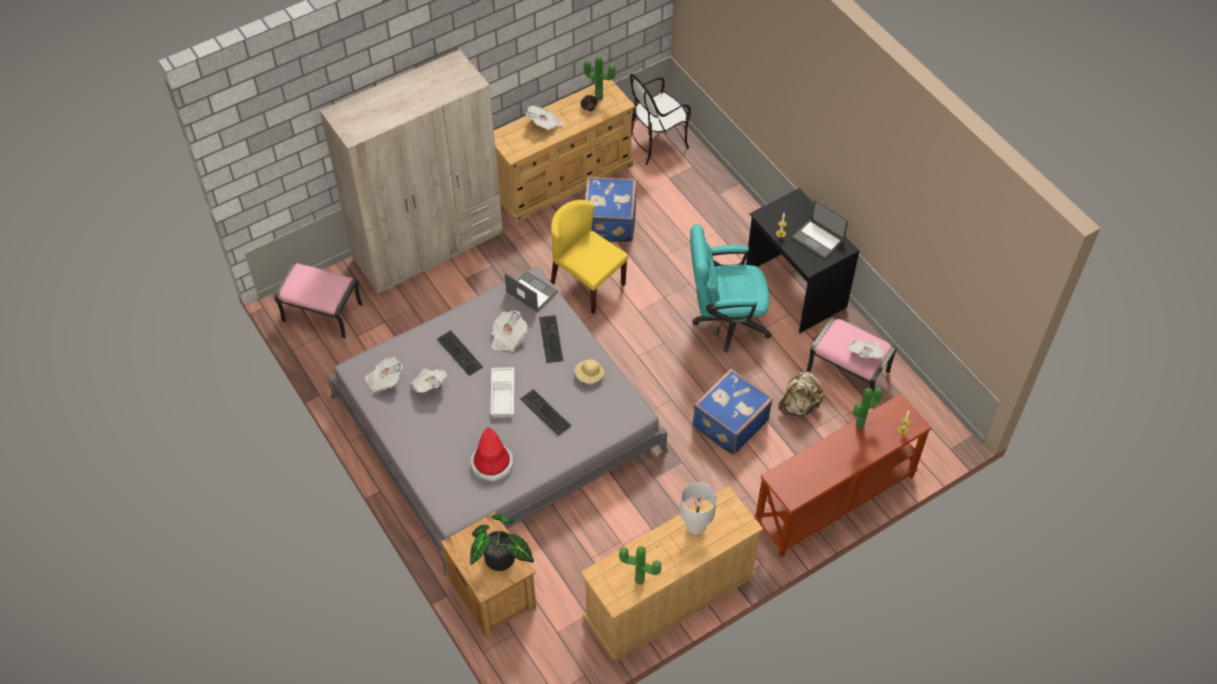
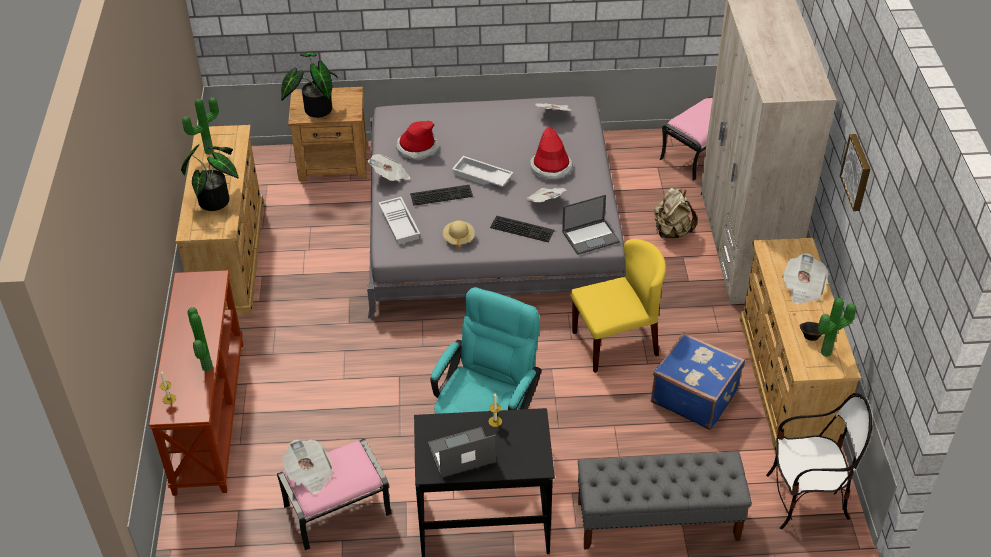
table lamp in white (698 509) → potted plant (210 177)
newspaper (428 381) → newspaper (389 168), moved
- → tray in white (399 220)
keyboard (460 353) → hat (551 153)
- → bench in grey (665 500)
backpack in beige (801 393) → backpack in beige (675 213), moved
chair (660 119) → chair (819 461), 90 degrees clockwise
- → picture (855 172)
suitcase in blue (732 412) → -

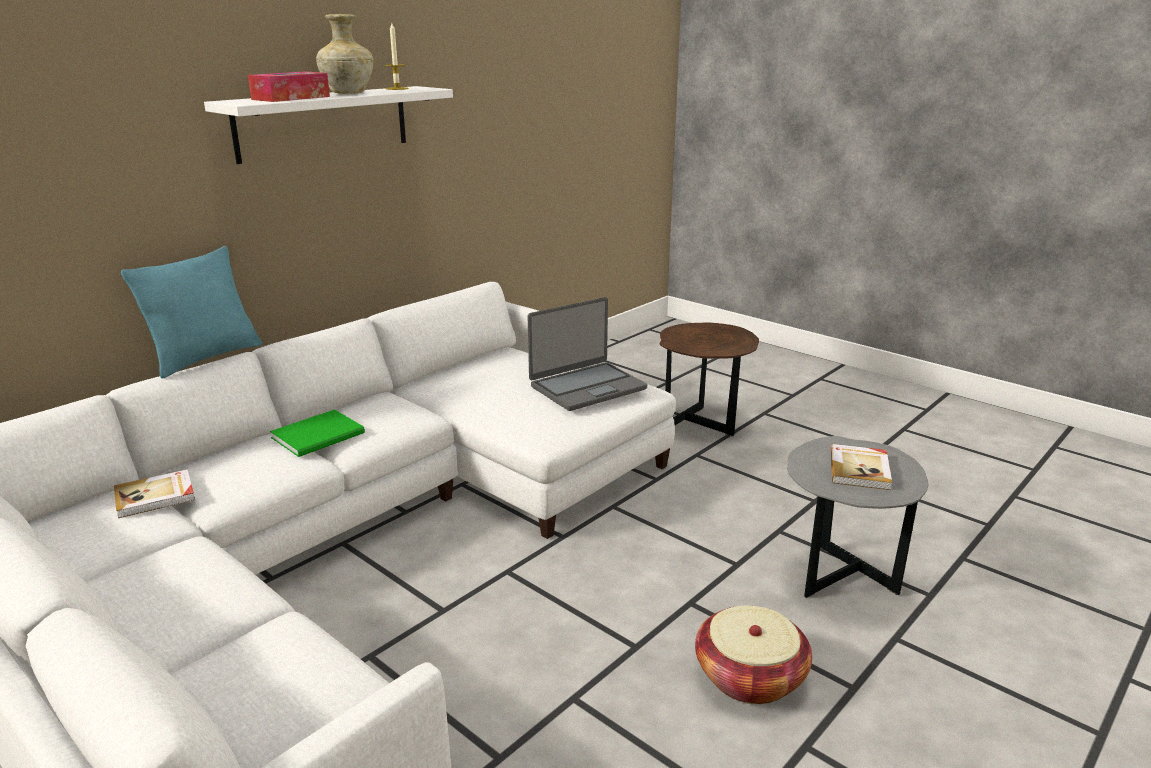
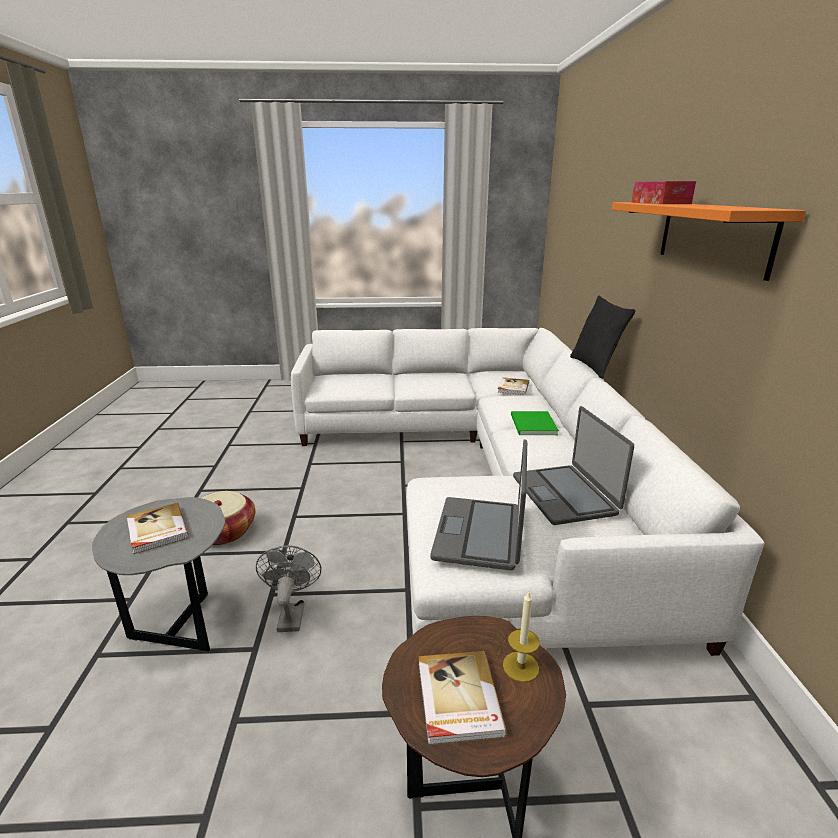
- → fan in grey (288 588)
- → book (462 698)
candle (397 56) → candle (521 637), moved
- → laptop (573 465)
pillow in turquoise (191 312) → pillow in black (603 337)
shelf in white (328 125) → shelf in orange (709 241)
vase in beige (344 54) → -

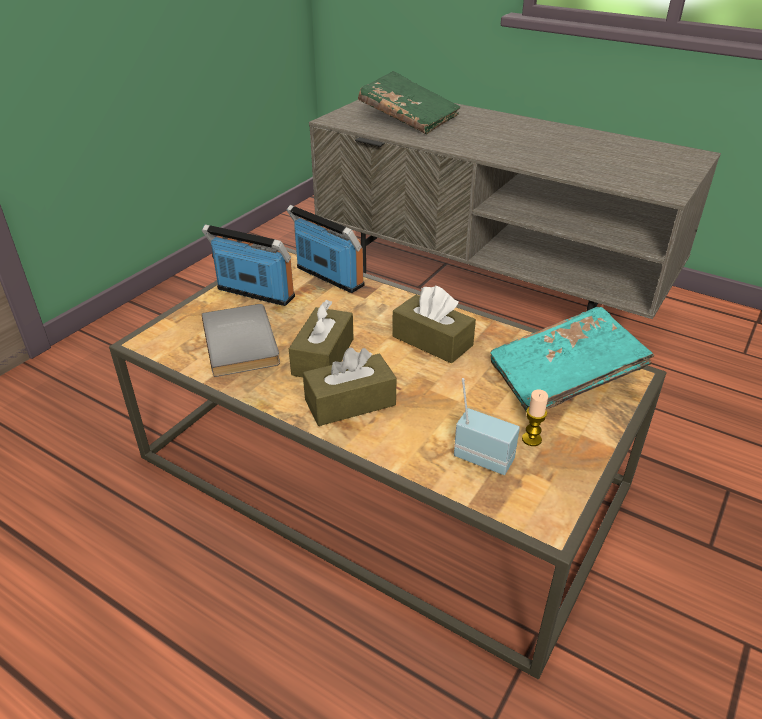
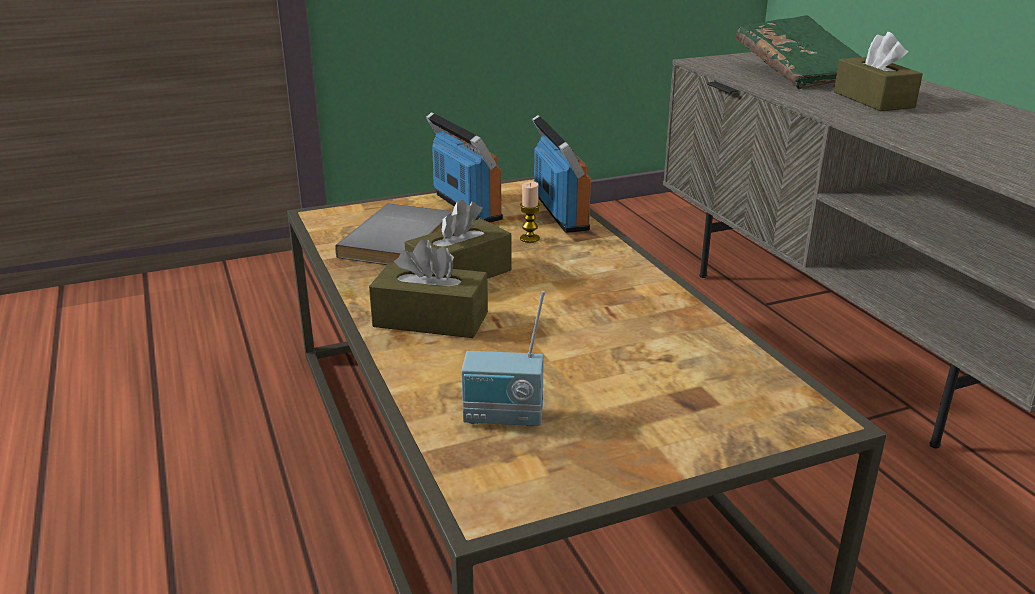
radio (487 426) → radio (503 358), 120 degrees clockwise
candle (535 417) → candle (530 212), moved
tissue box in brown (434 325) → tissue box in brown (878 71), moved
book in turquoise (572 359) → -

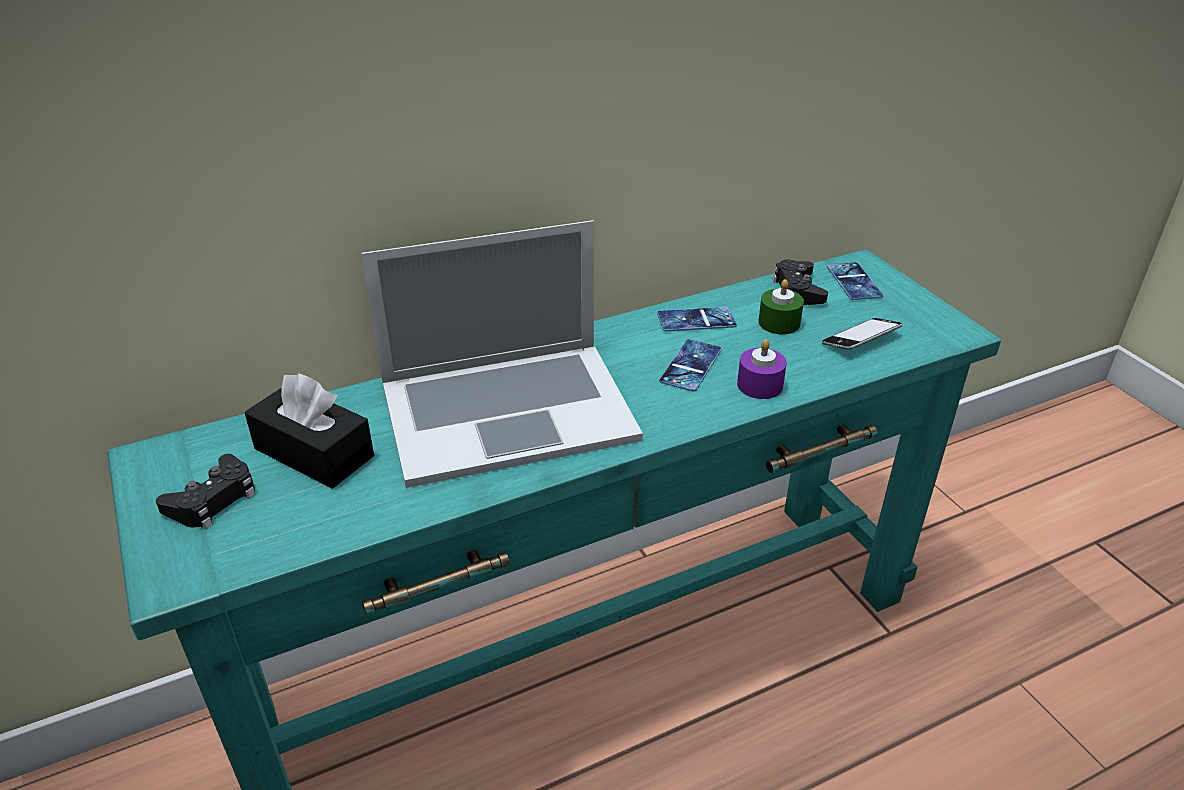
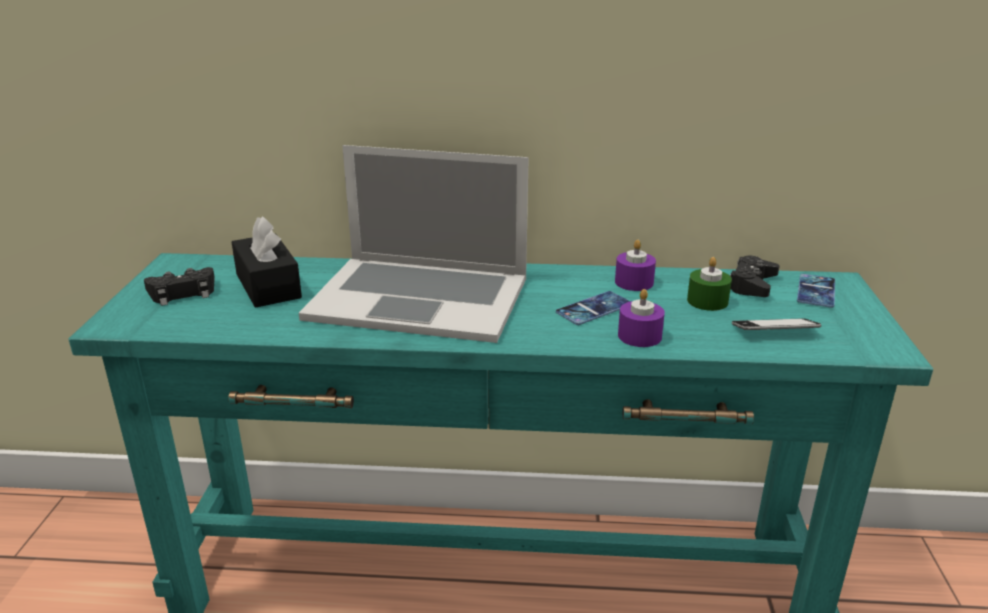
phone (697 319) → candle in purple (635 265)

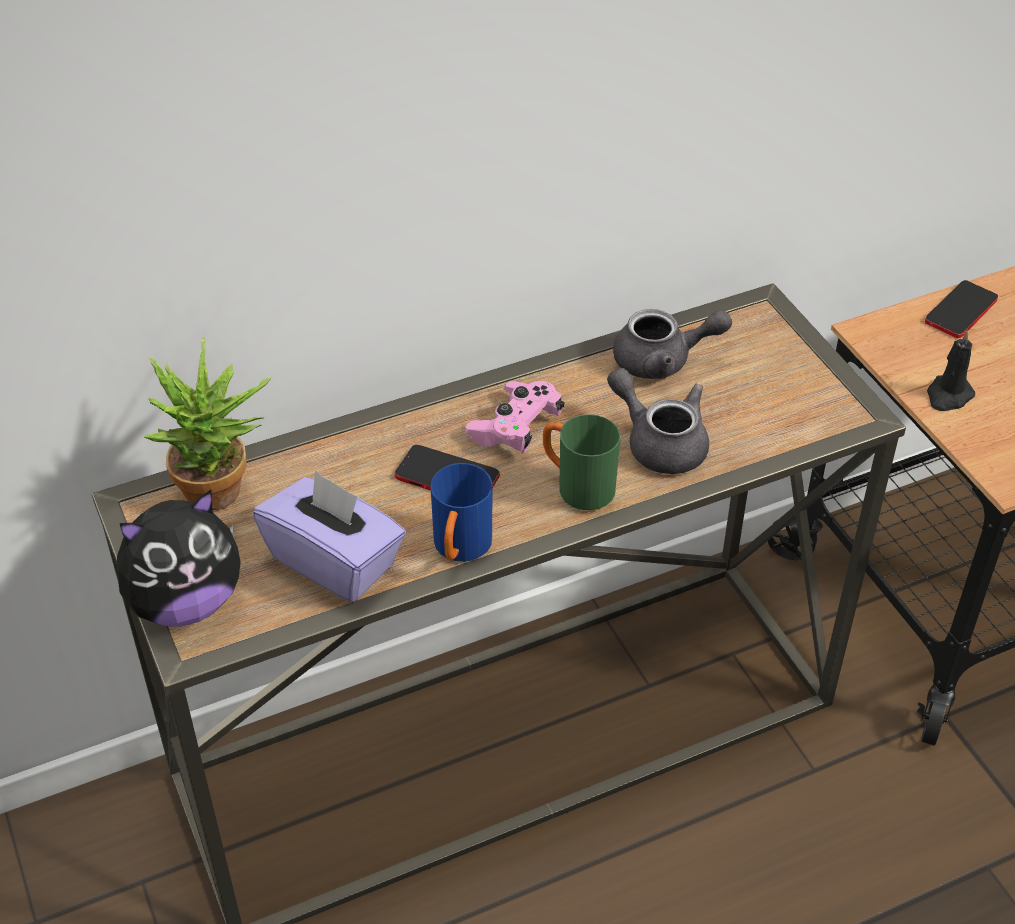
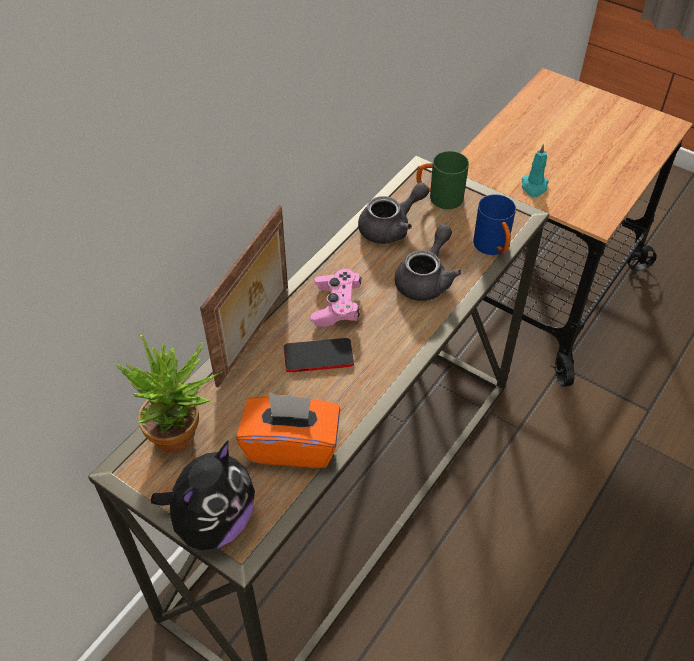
- → picture frame (244 296)
tissue box in purple (329 536) → tissue box in orange (288 430)
teapot in grey (658 421) → teapot in grey (428 262), 105 degrees clockwise
mug in green (582 462) → mug in green (442 180), moved
mug in blue (462 512) → mug in blue (494 224), moved
candle in black (951 370) → candle in turquoise (535 170)
phone (961 309) → -

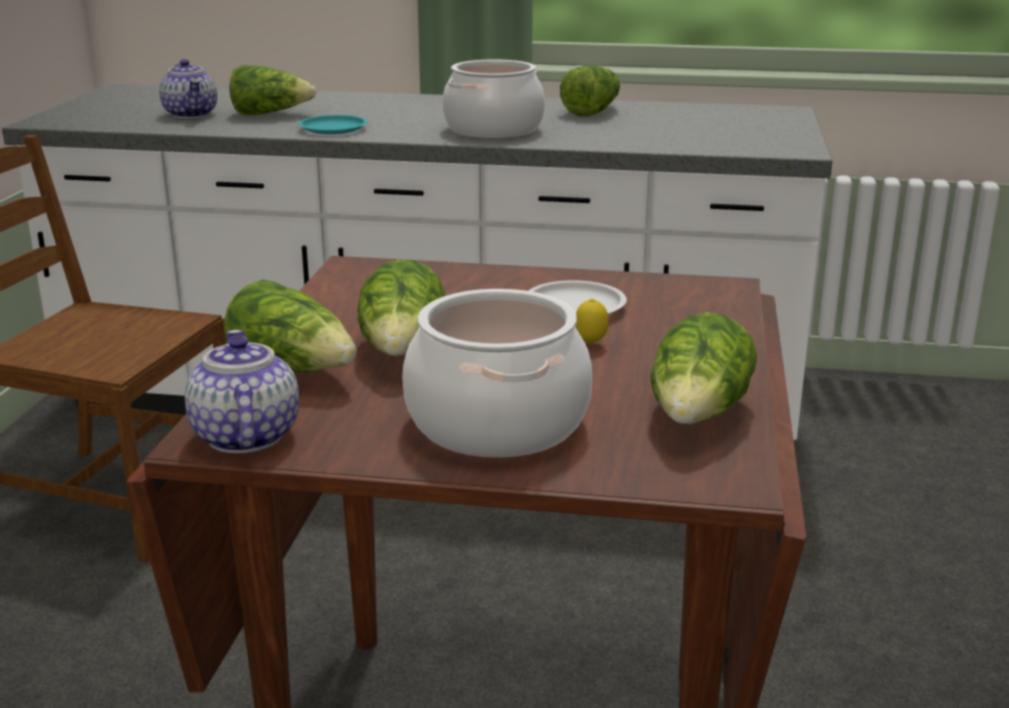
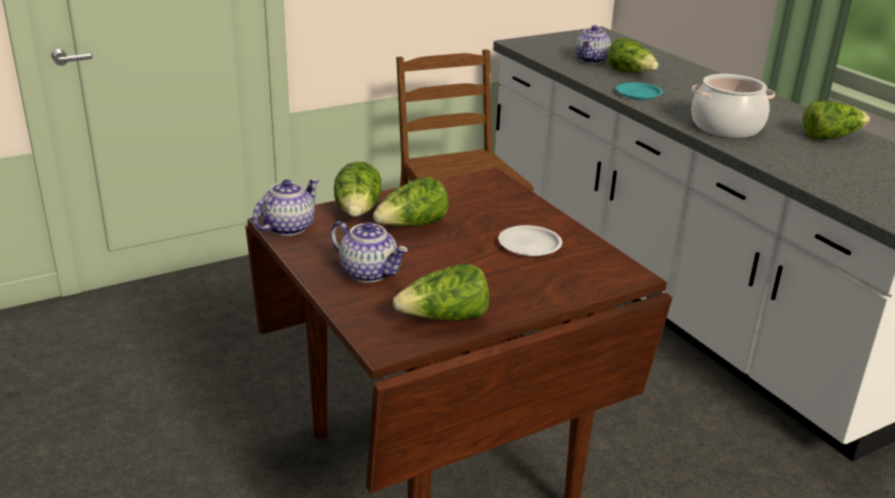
cooking pot (497 373) → teapot (369 252)
lemon (592 322) → -

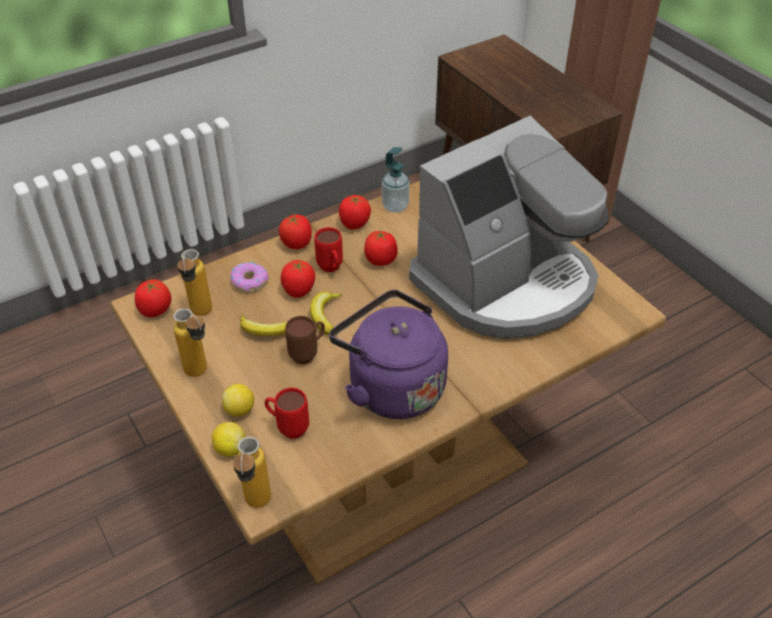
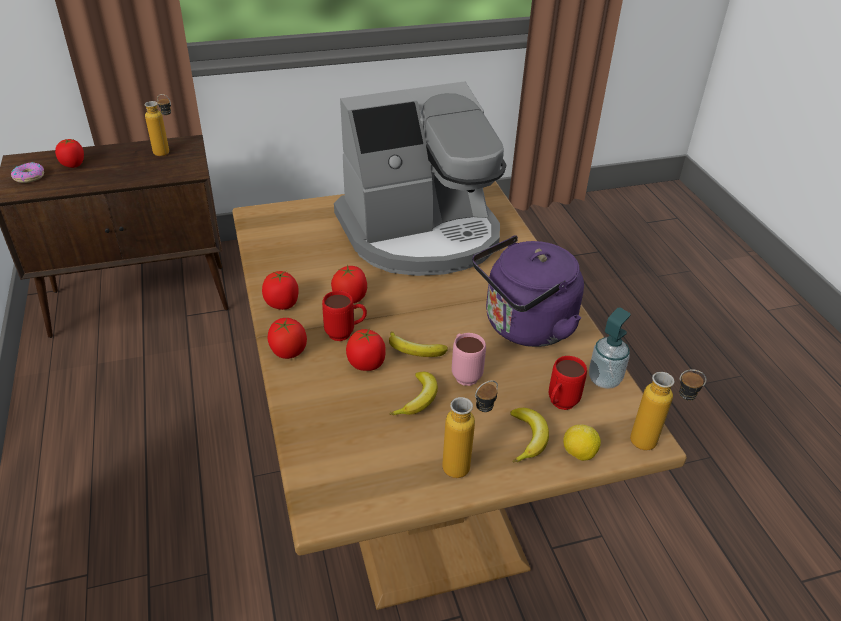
donut (249 277) → donut (27 172), moved
tomato (153 298) → tomato (69 153), moved
bottle (194 282) → bottle (158 125), moved
coffee machine (509 227) → coffee machine (420 178), 90 degrees clockwise
mug in brown (305 340) → mug in pink (469 359)
lemon (238 400) → banana (529 435)
soap dispenser (396 180) → soap dispenser (609 348), moved

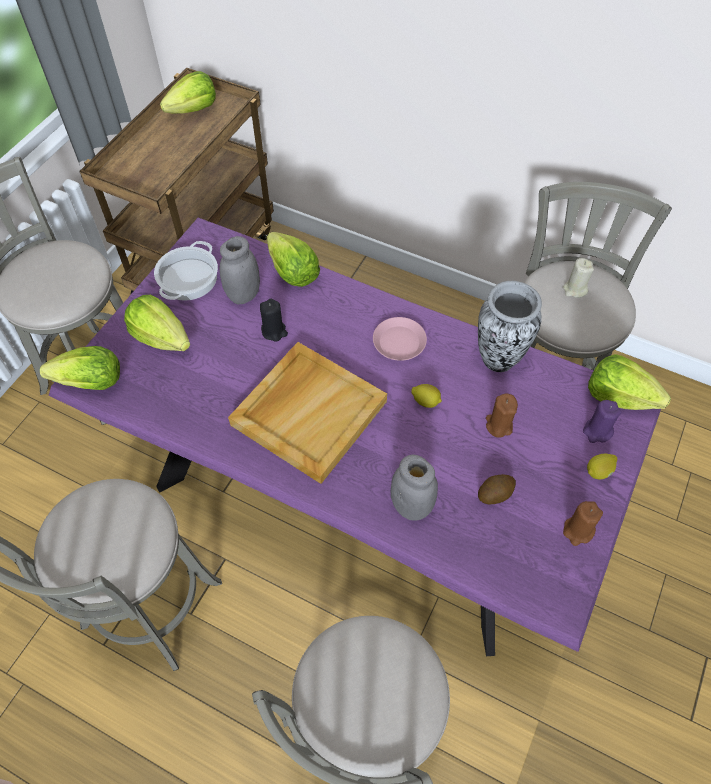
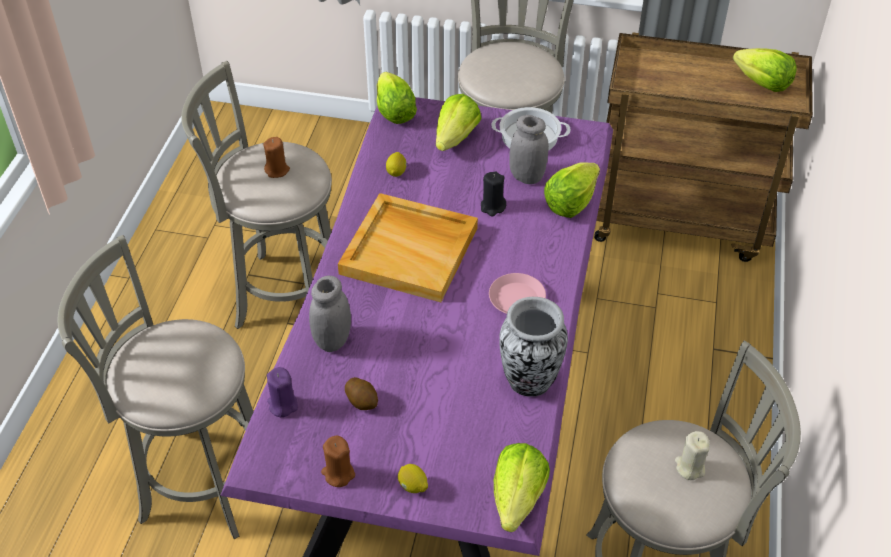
candle in brown (502 416) → candle in brown (276 157), moved
candle in purple (602 421) → candle in purple (282 392), moved
lemon (426 396) → lemon (396 164), moved

